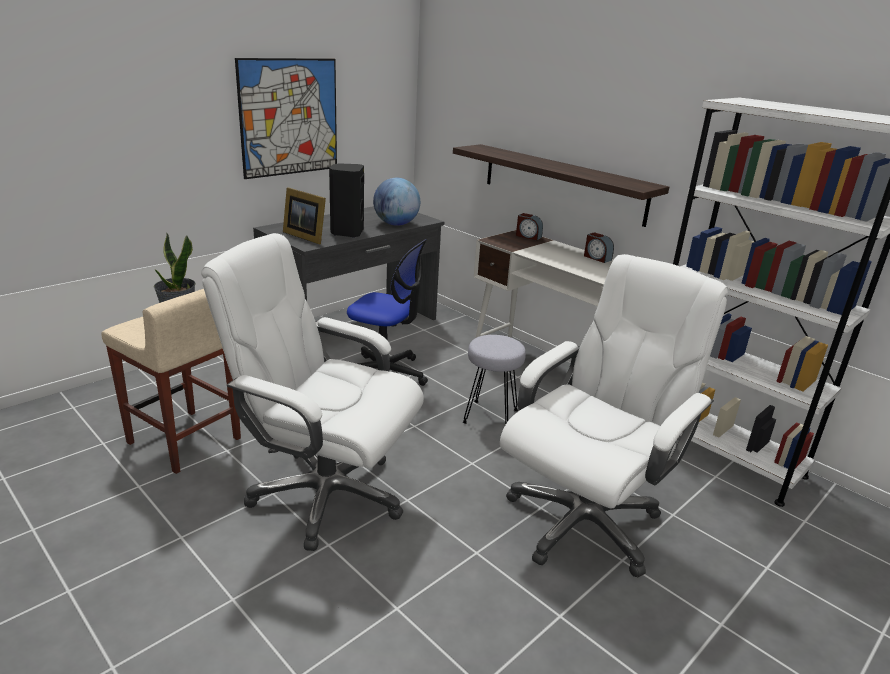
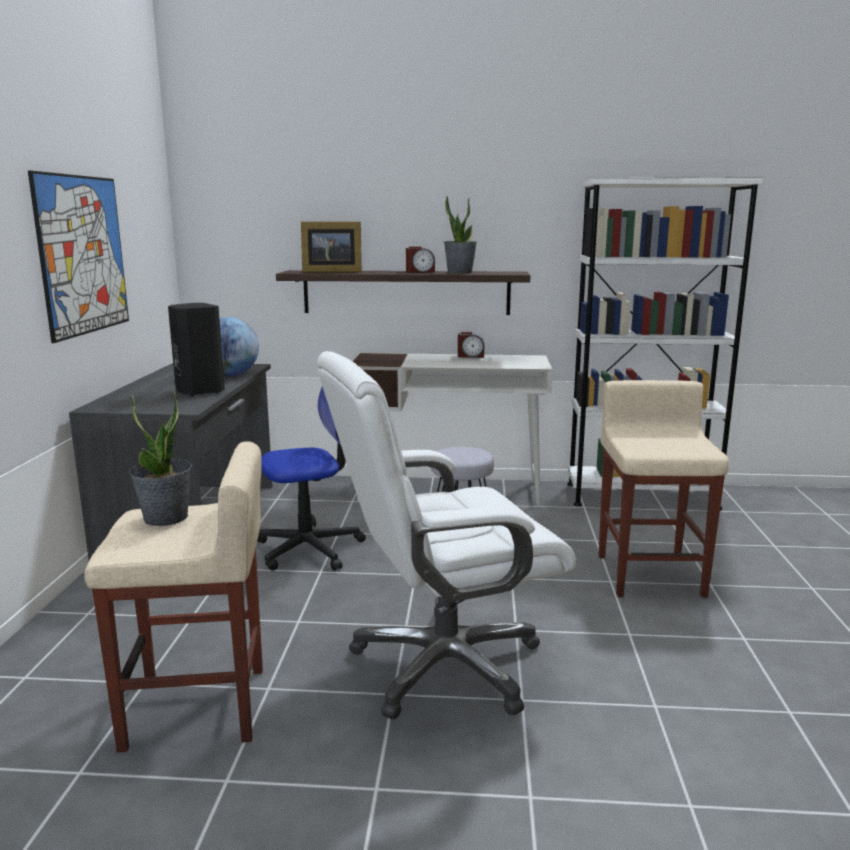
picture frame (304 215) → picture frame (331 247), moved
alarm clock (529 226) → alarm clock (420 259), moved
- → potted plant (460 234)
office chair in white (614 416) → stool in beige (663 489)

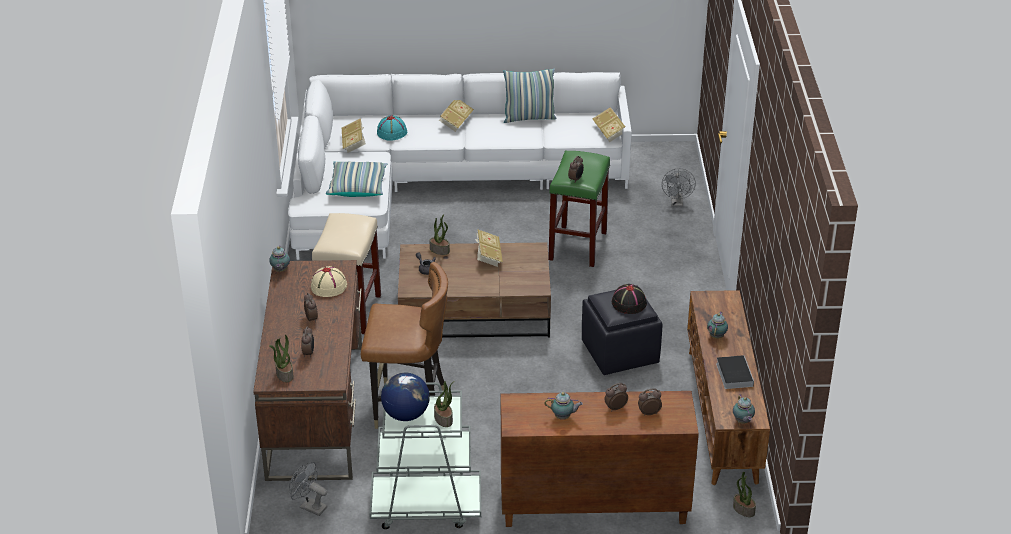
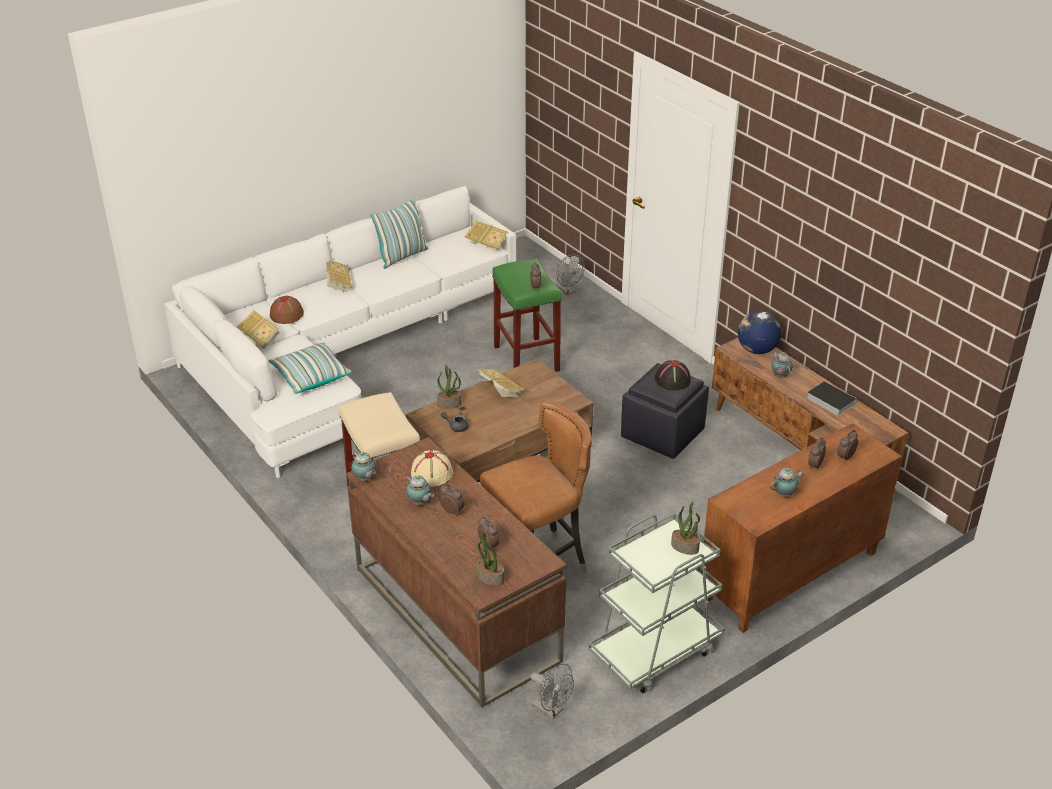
hat in turquoise (392 128) → hat in brown (287 310)
teapot (744 409) → teapot (419 490), moved
fan in grey (308 489) → fan in grey (552 691), 135 degrees counterclockwise
globe (405 397) → globe (759 332), moved
potted plant (744 494) → -

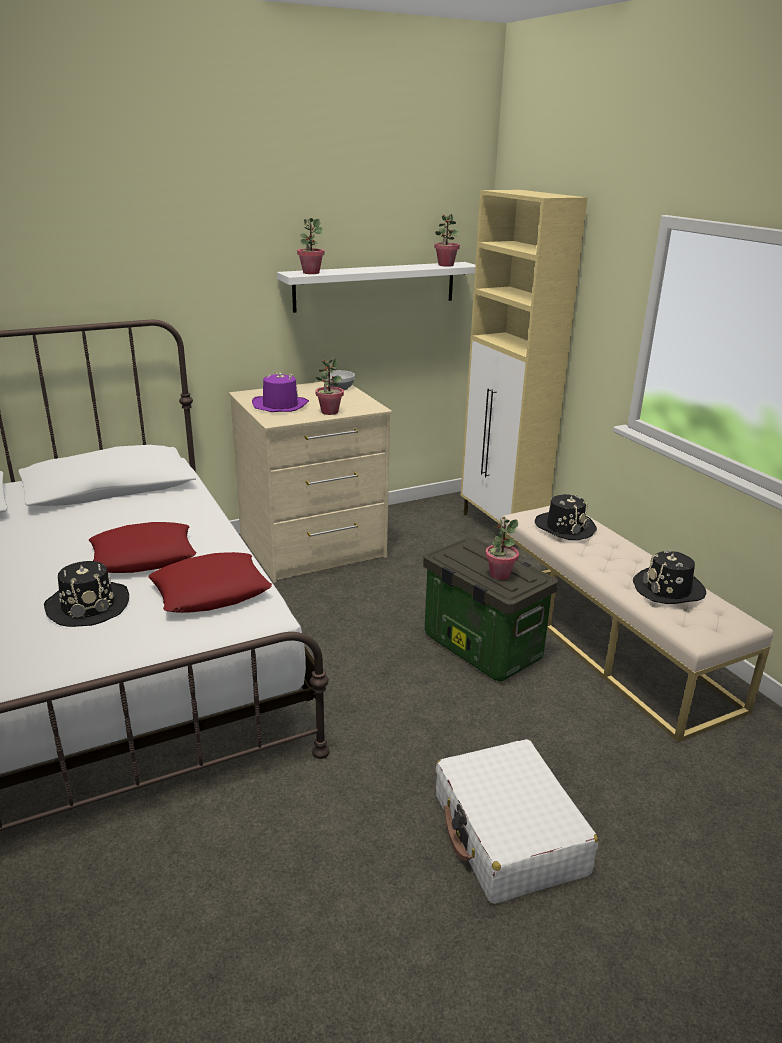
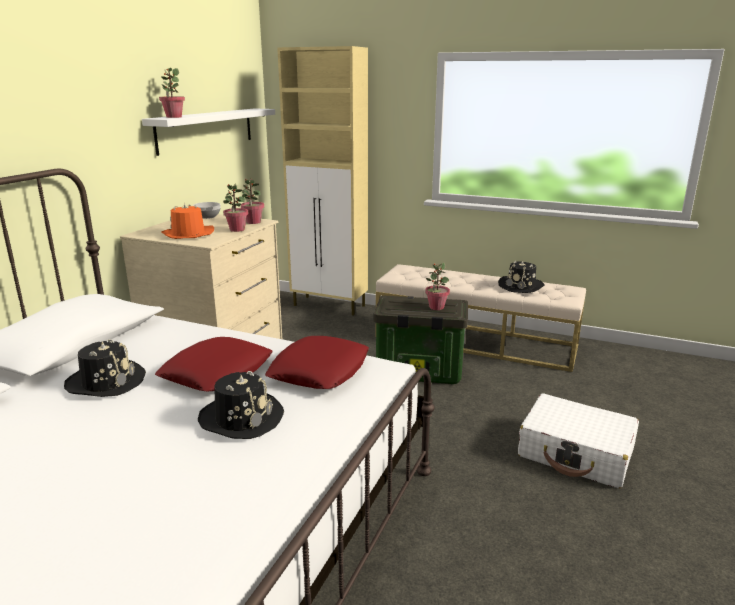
hat in black (566 517) → hat in black (105 368), moved
hat in purple (280 392) → hat in orange (187 221)
potted plant (447 240) → potted plant (252 201), moved

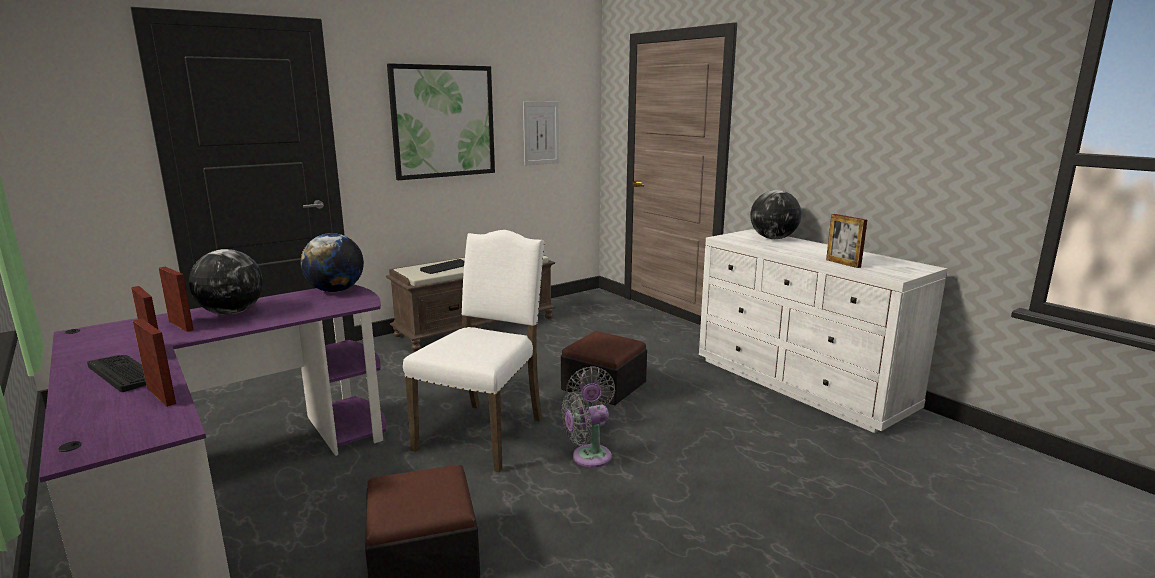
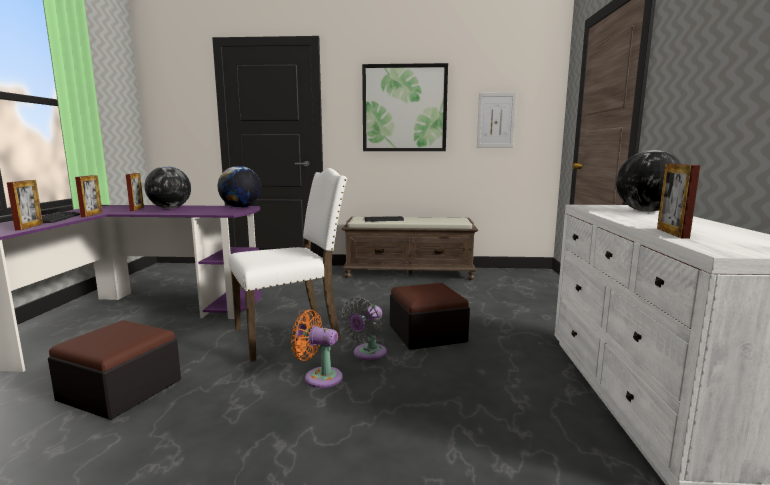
fan in grey (587 430) → fan in orange (317 348)

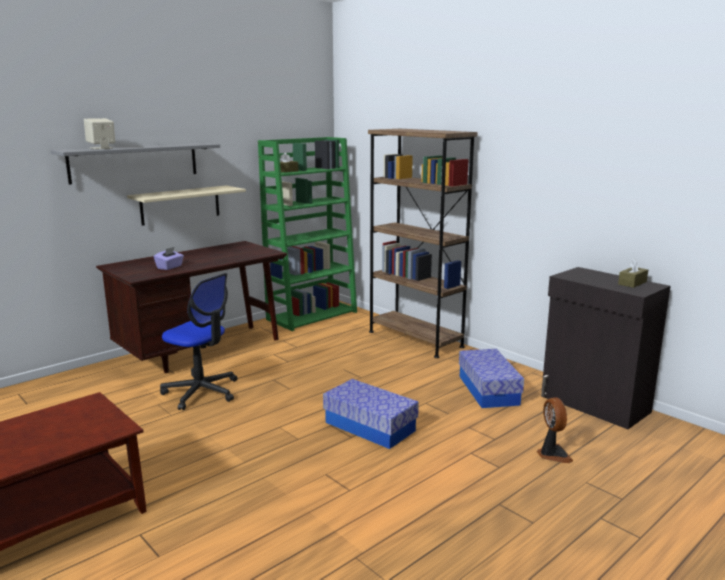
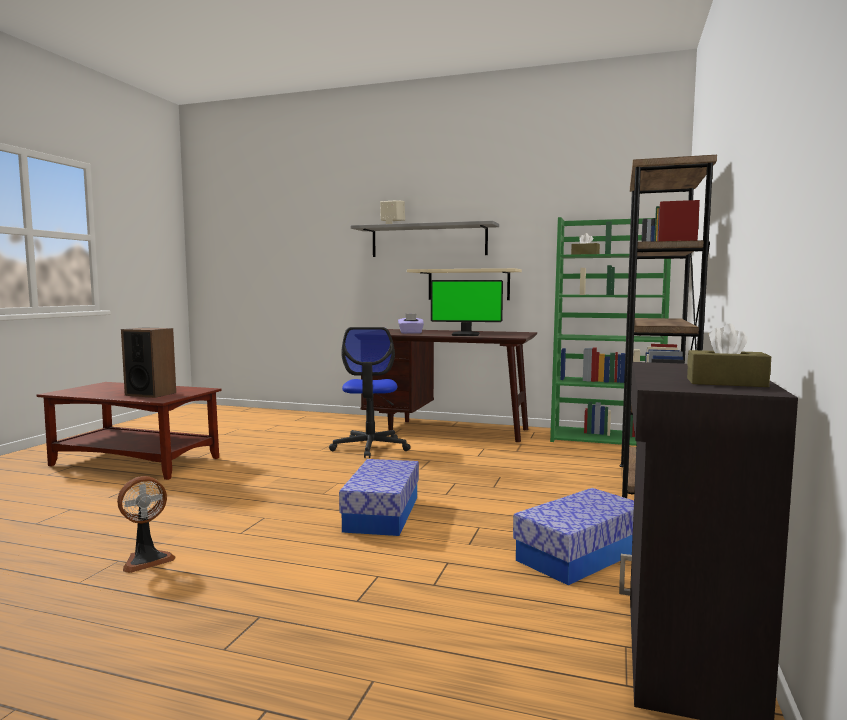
fan (555 430) → fan (146 524), moved
- → speaker (148 362)
- → monitor (467 308)

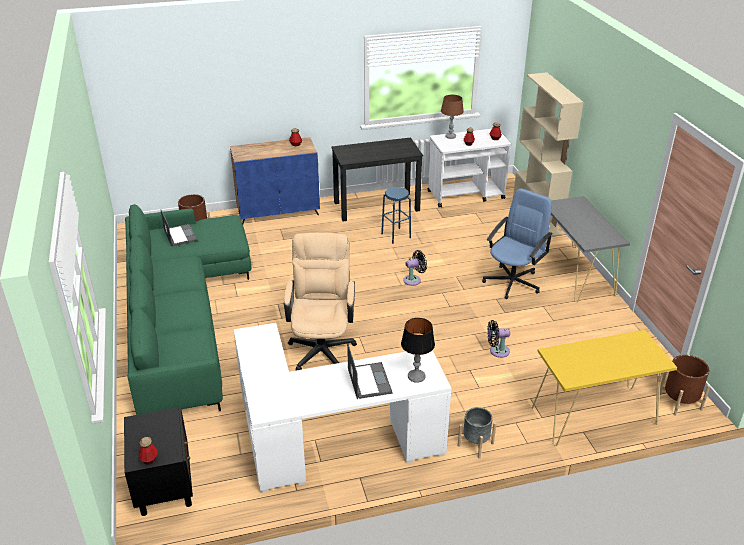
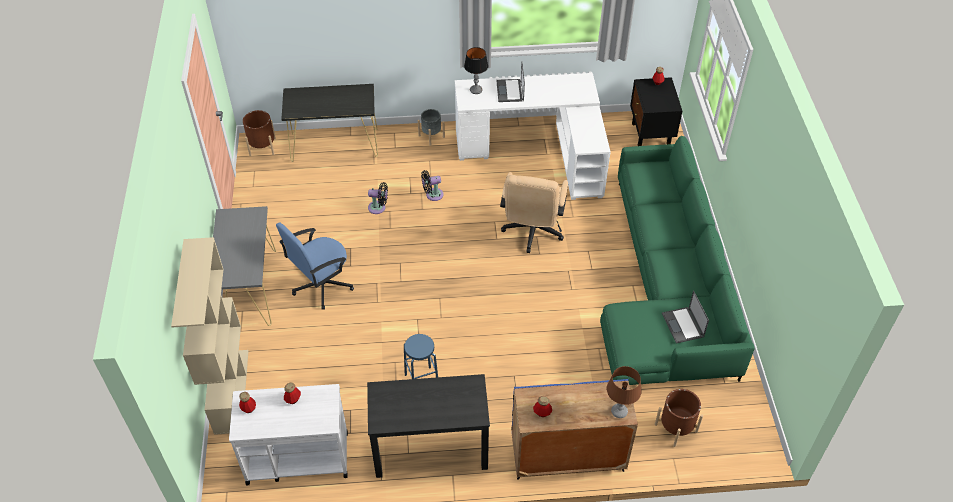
console table in yellow (604 388) → console table in black (329 123)
fan in black (415 268) → fan in black (432 185), moved
table lamp in brown (452 117) → table lamp in brown (624 392), moved

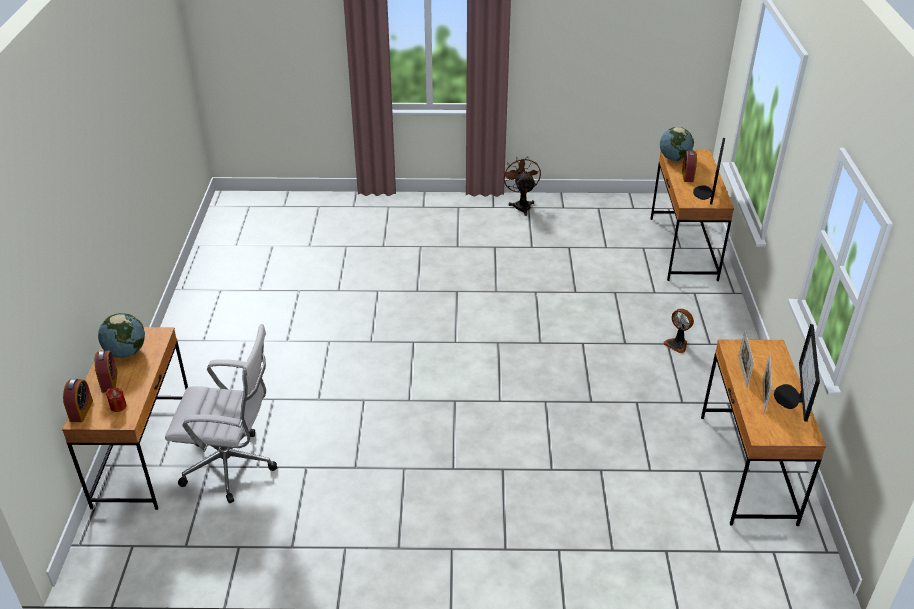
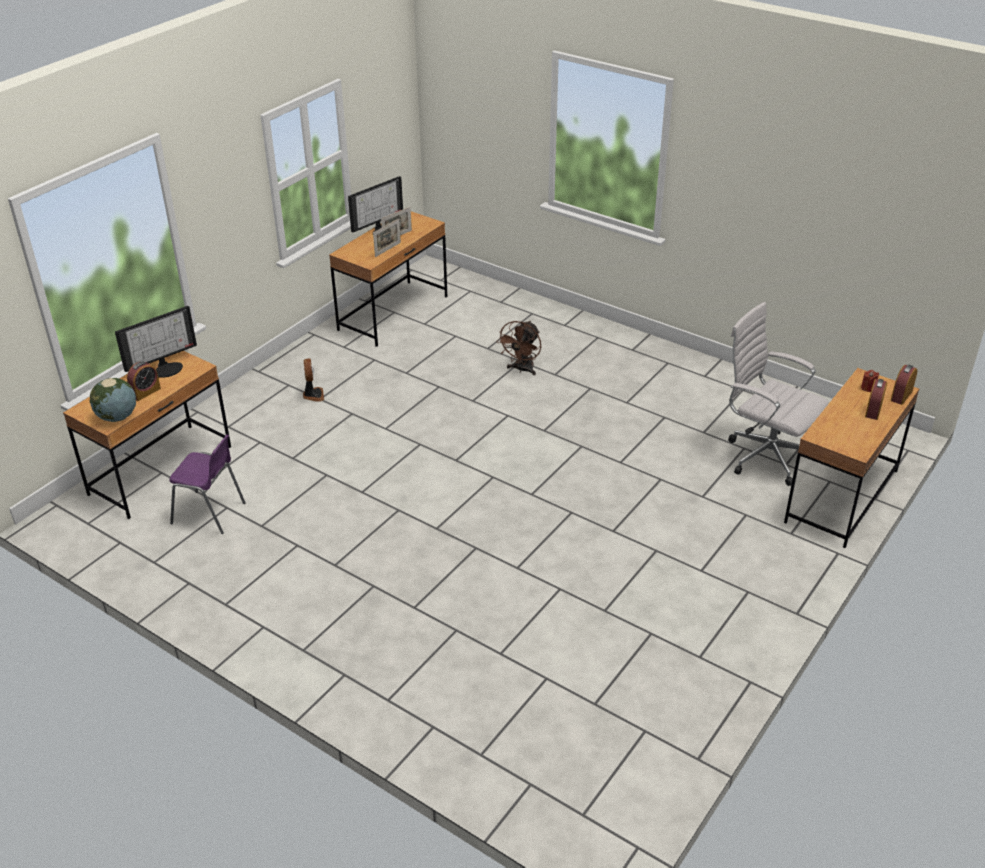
- → chair in purple (207 484)
fan in brown (521 186) → fan in brown (519 348), moved
globe (121 335) → -

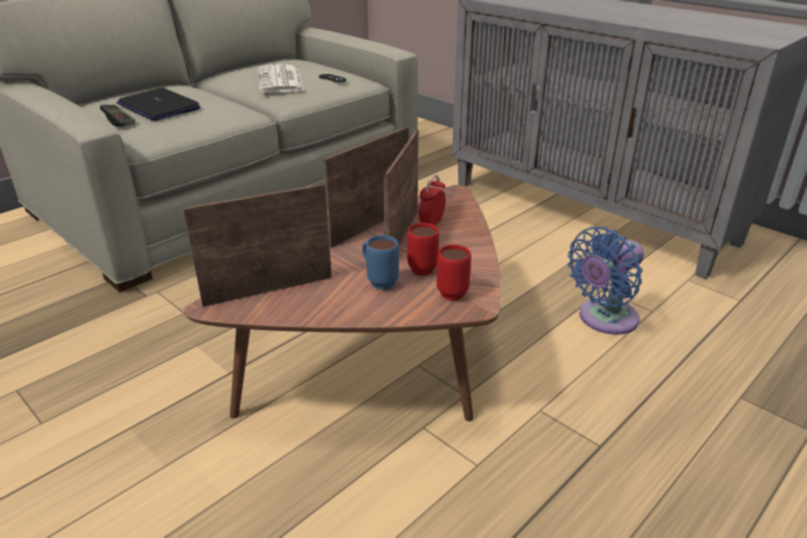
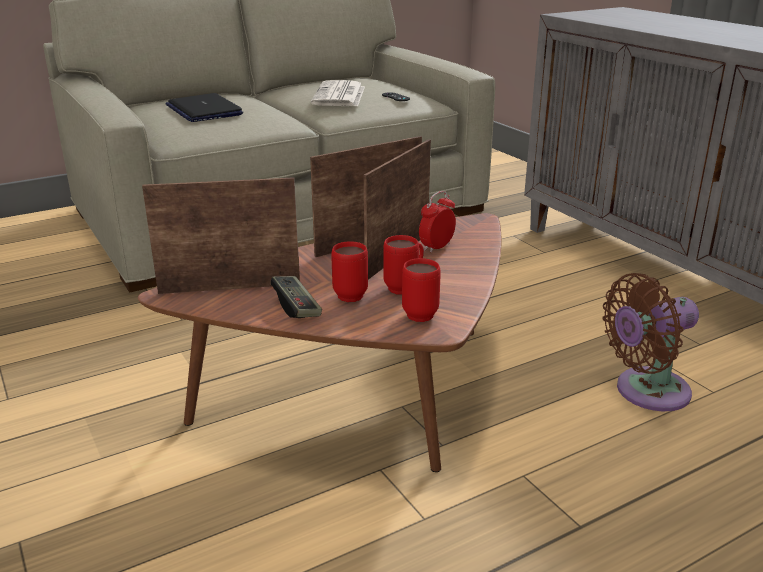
game controller (117 115) → game controller (296 297), moved
mug in blue (380 262) → mug in red (350 271)
fan in blue (605 281) → fan in brown (650 342)

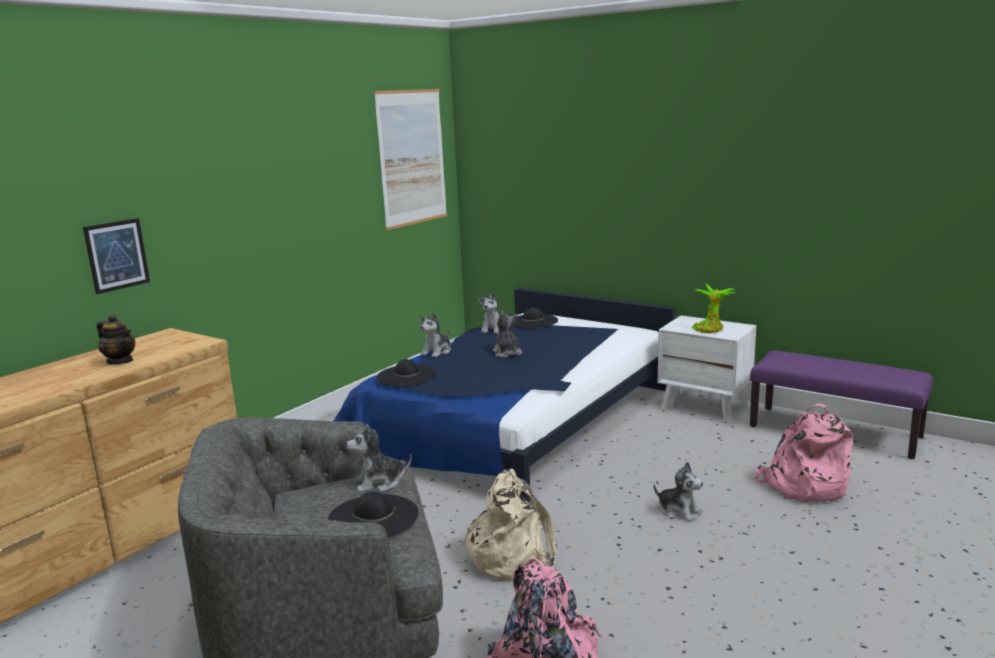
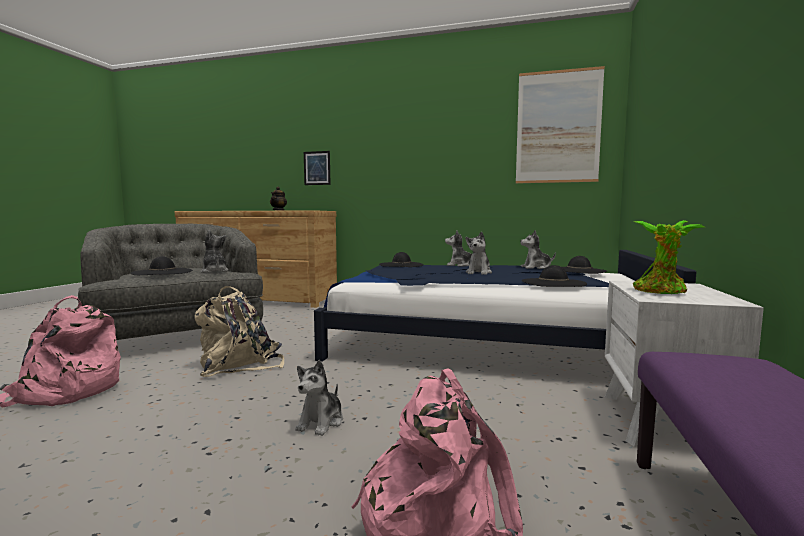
plush toy (507 334) → plush toy (479 253), 150 degrees clockwise
- → hat in black (554 276)

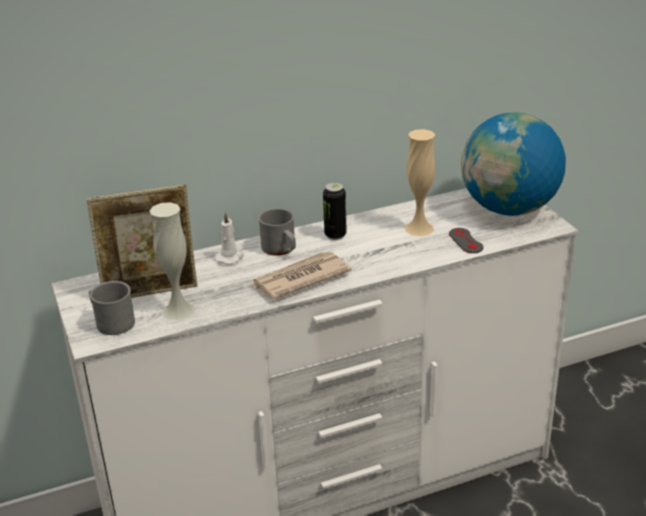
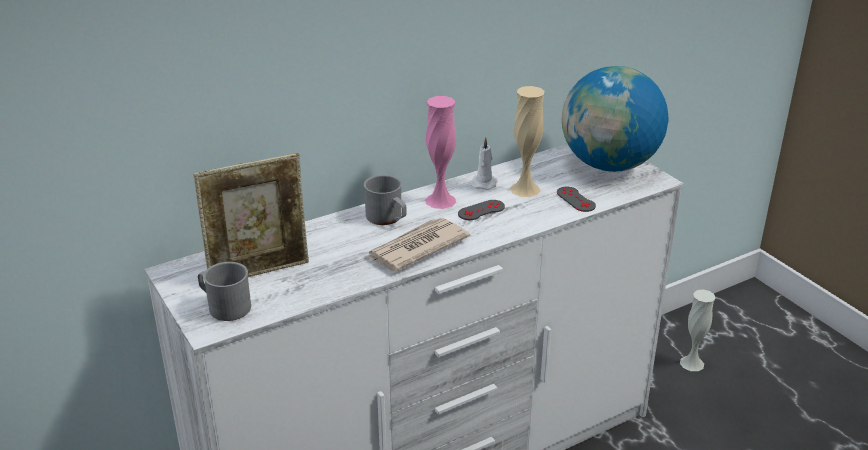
can (335 211) → vase in pink (440 152)
- → game controller in grey (481 210)
candle in white (229 238) → candle in white (484 163), moved
vase in white (172 261) → vase in white (697 330), moved

